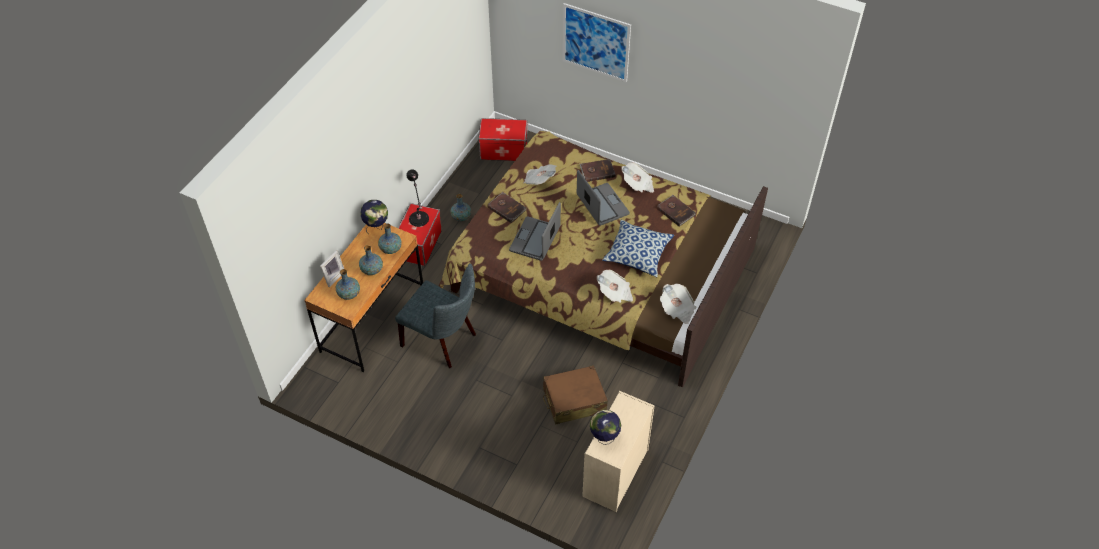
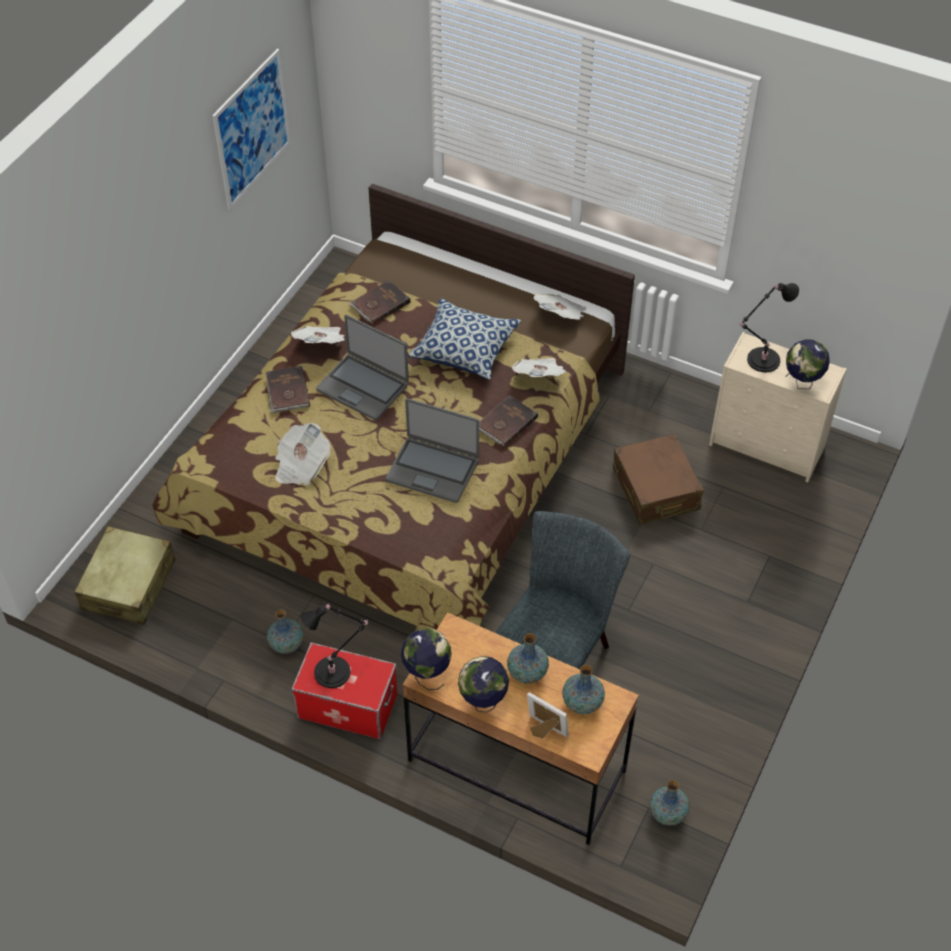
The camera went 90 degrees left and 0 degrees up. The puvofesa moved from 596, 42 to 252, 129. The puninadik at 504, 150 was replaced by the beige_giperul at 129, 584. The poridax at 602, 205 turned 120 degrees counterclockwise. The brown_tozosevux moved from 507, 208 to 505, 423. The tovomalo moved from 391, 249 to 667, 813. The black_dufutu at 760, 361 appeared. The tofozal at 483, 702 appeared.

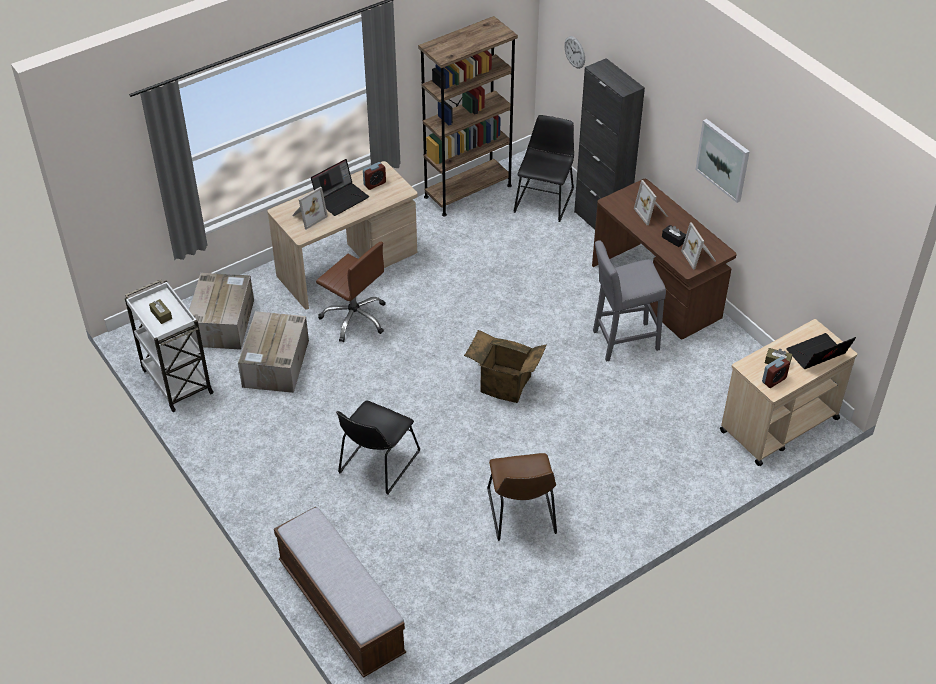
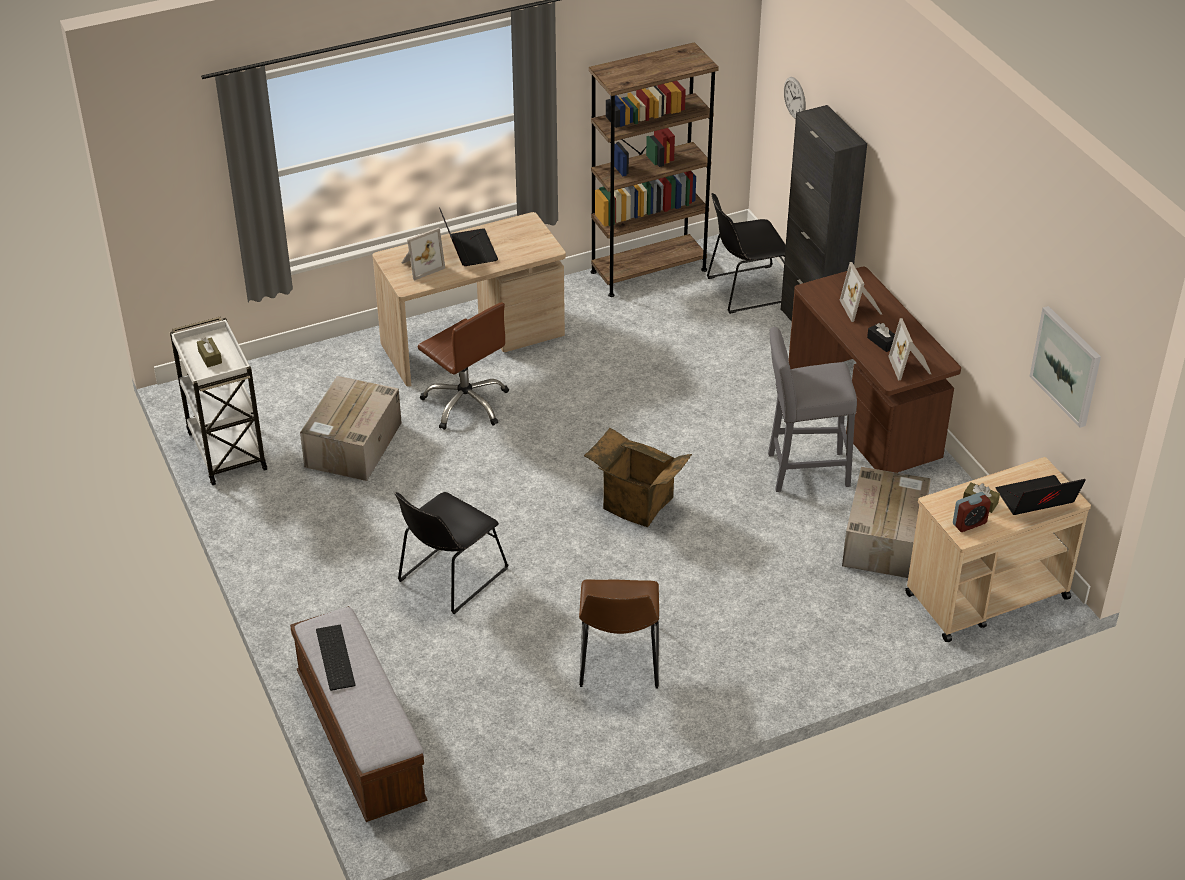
The camera went 10 degrees right and 5 degrees down. The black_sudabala at 544, 199 turned 135 degrees counterclockwise. The puvofesa moved from 723, 160 to 1067, 365. The poridax at 341, 198 turned 75 degrees counterclockwise. The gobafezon at 374, 184 disappeared. The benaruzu moved from 222, 322 to 884, 538. The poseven at 333, 657 appeared.

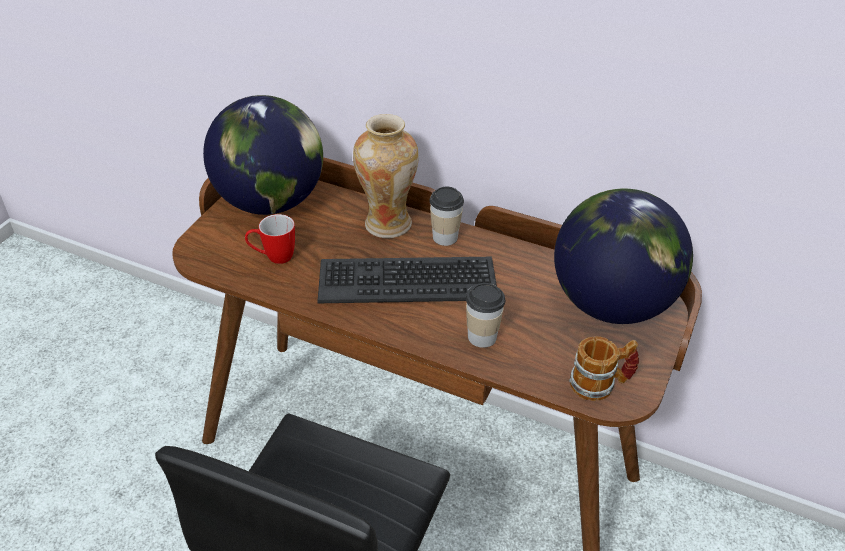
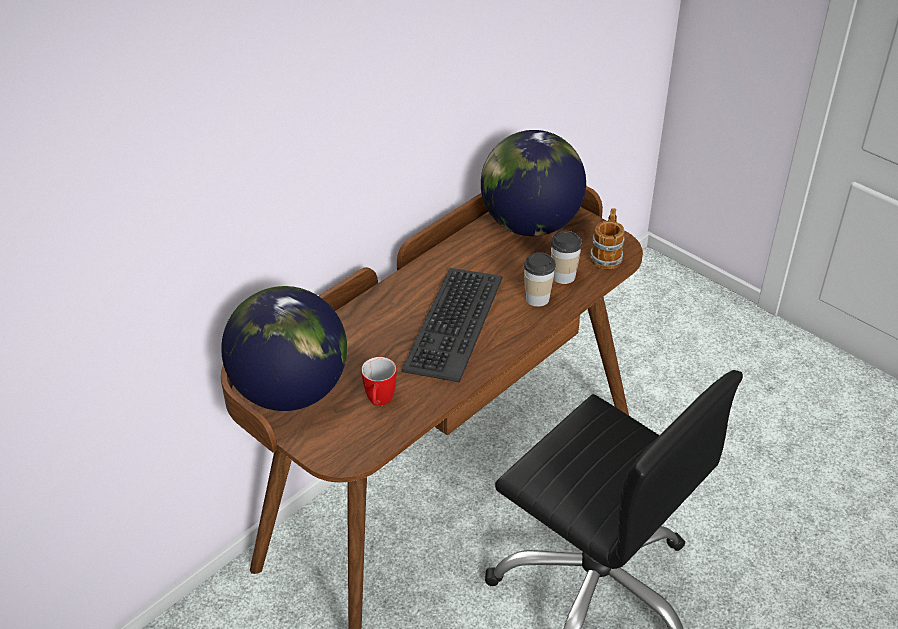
The camera went 70 degrees left and 0 degrees up. The tovomalo at 387, 224 disappeared. The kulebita moved from 445, 237 to 563, 276.

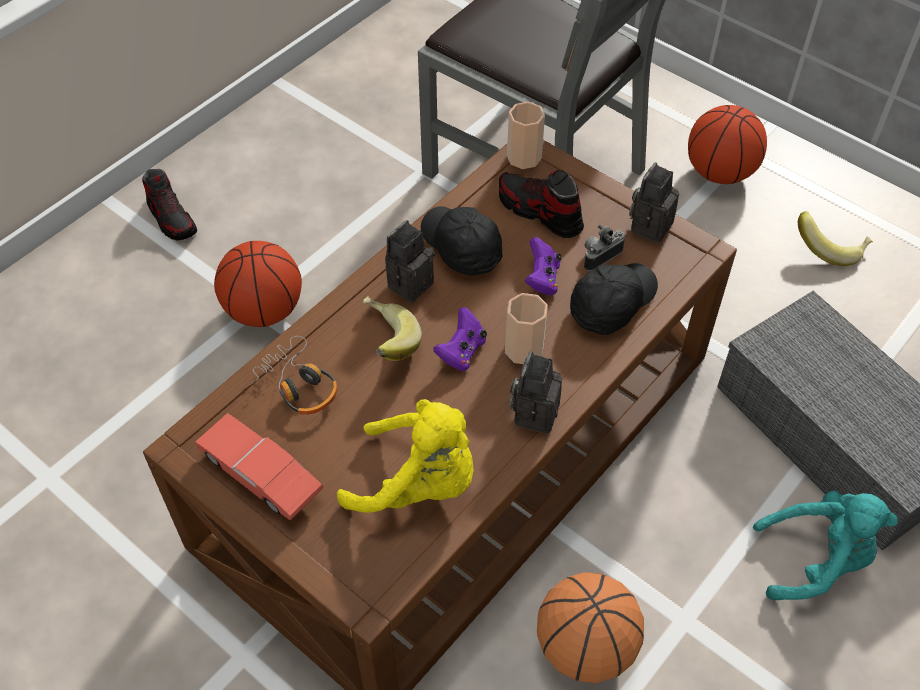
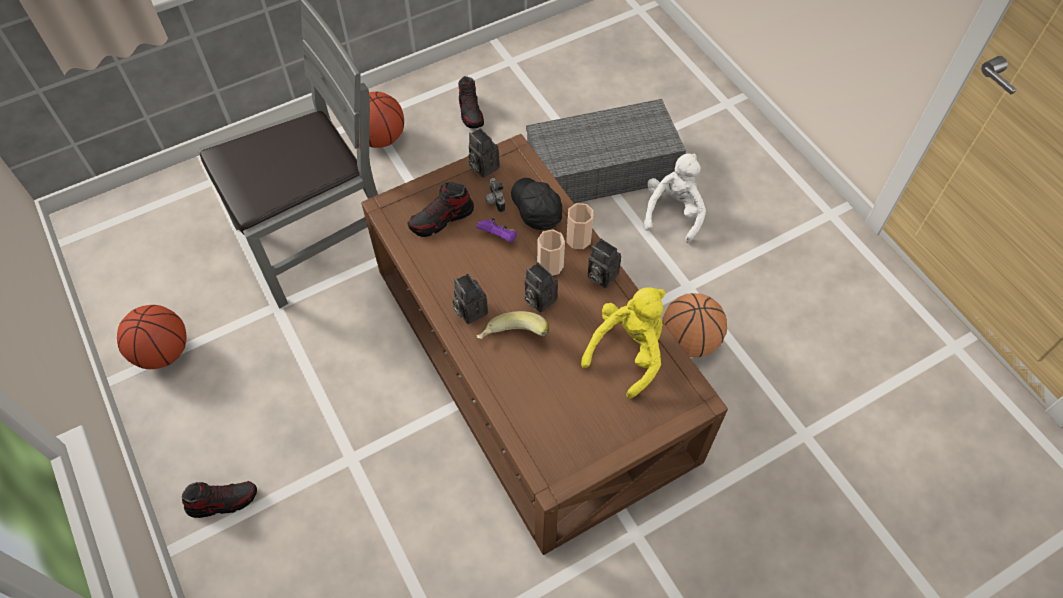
The camera went 70 degrees left and 5 degrees up. The kulebita moved from 524, 157 to 578, 239. The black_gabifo at 461, 248 disappeared. The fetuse at 830, 248 was replaced by the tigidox at 471, 112. The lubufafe moved from 264, 311 to 163, 352. The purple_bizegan at 462, 352 was replaced by the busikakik at 538, 299. The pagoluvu at 298, 385 disappeared. The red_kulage at 261, 475 disappeared. The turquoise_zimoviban at 815, 560 became the white_zimoviban at 673, 212.

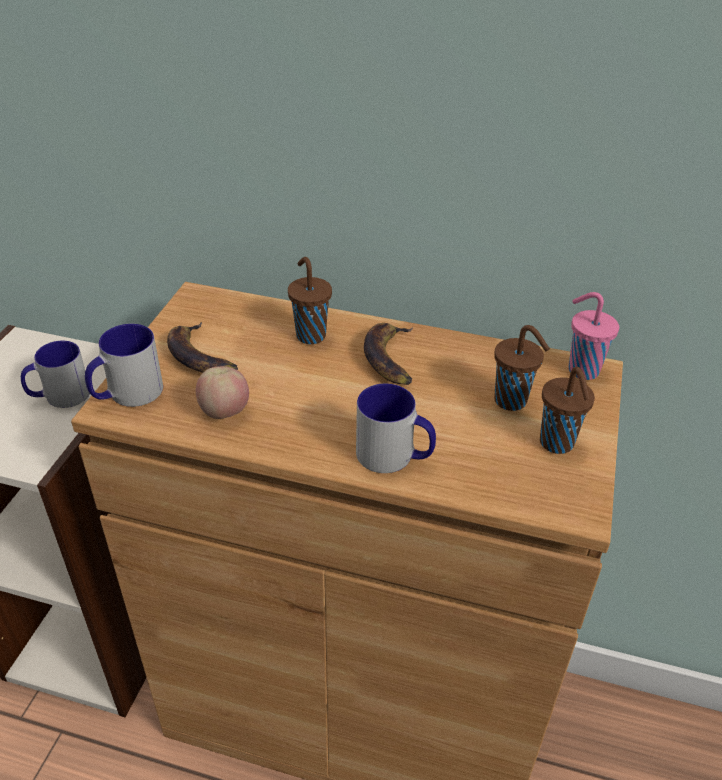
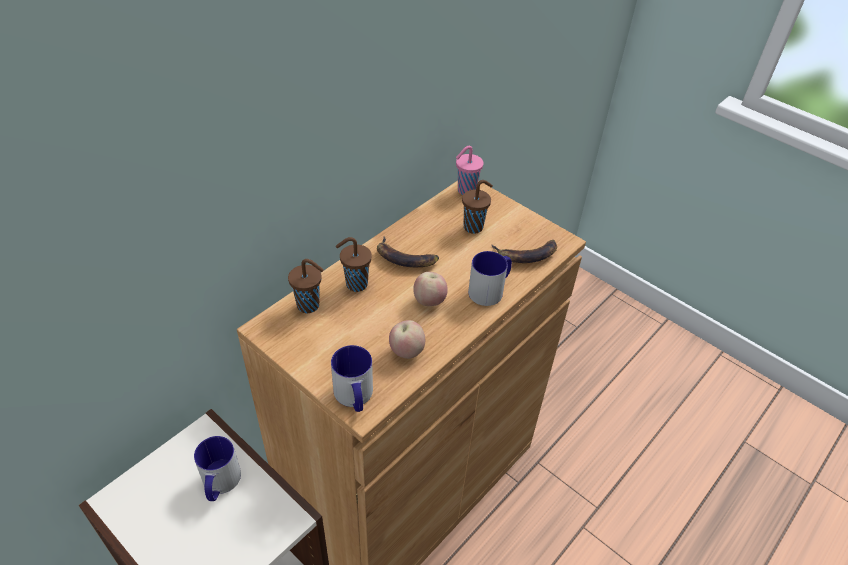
The camera went 65 degrees left and 5 degrees up. The fetuse moved from 201, 356 to 526, 254. The brown_kulebita moved from 557, 444 to 309, 306. The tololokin at 429, 301 appeared.

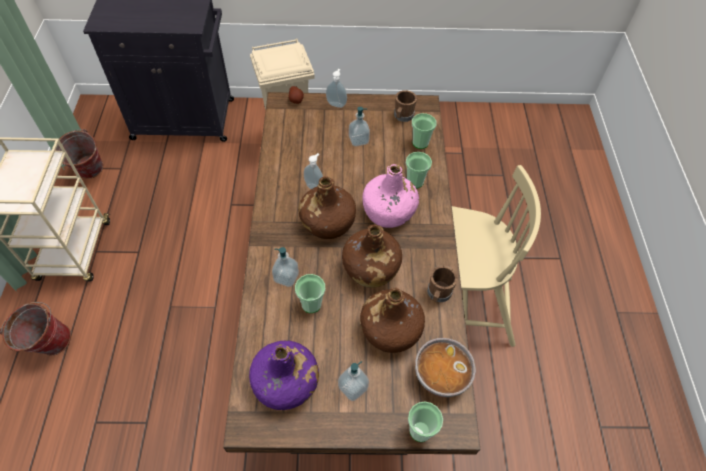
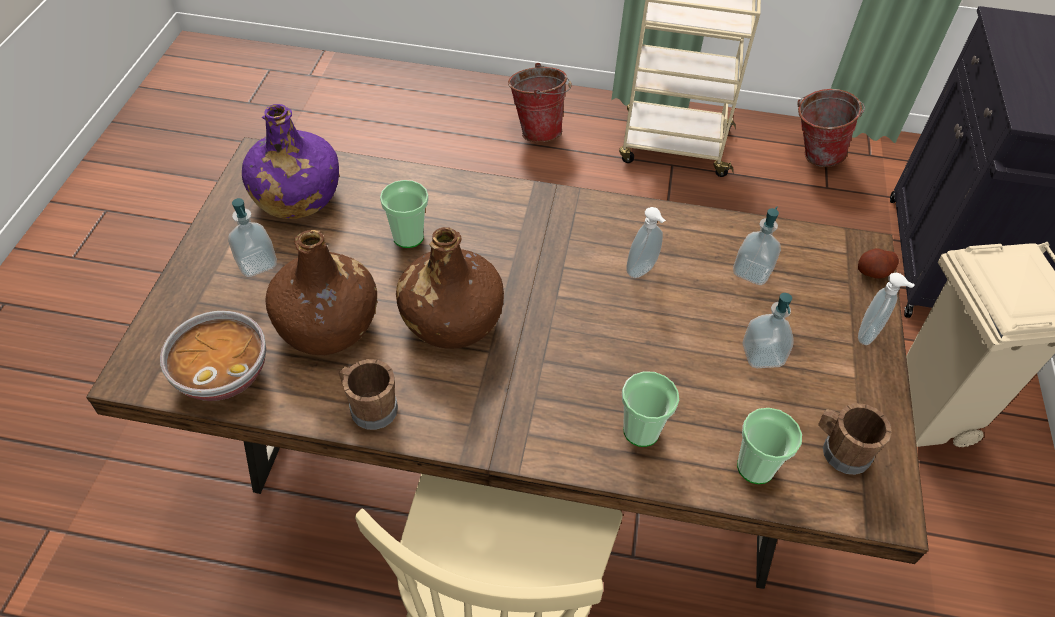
The camera went 100 degrees right and 5 degrees down. The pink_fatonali at 389, 212 disappeared. The brown_fatonali at 327, 222 disappeared. The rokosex moved from 286, 277 to 752, 272. The kulebita at 420, 430 disappeared.

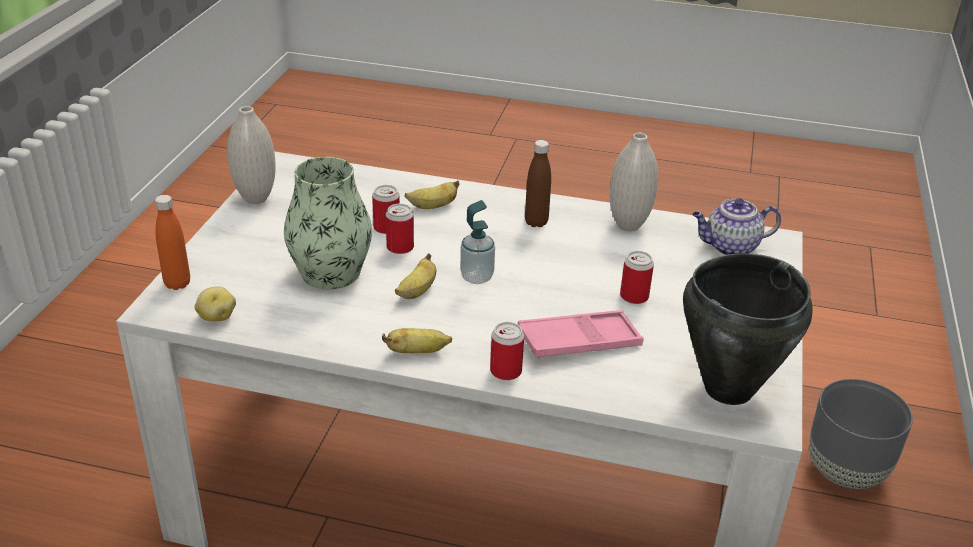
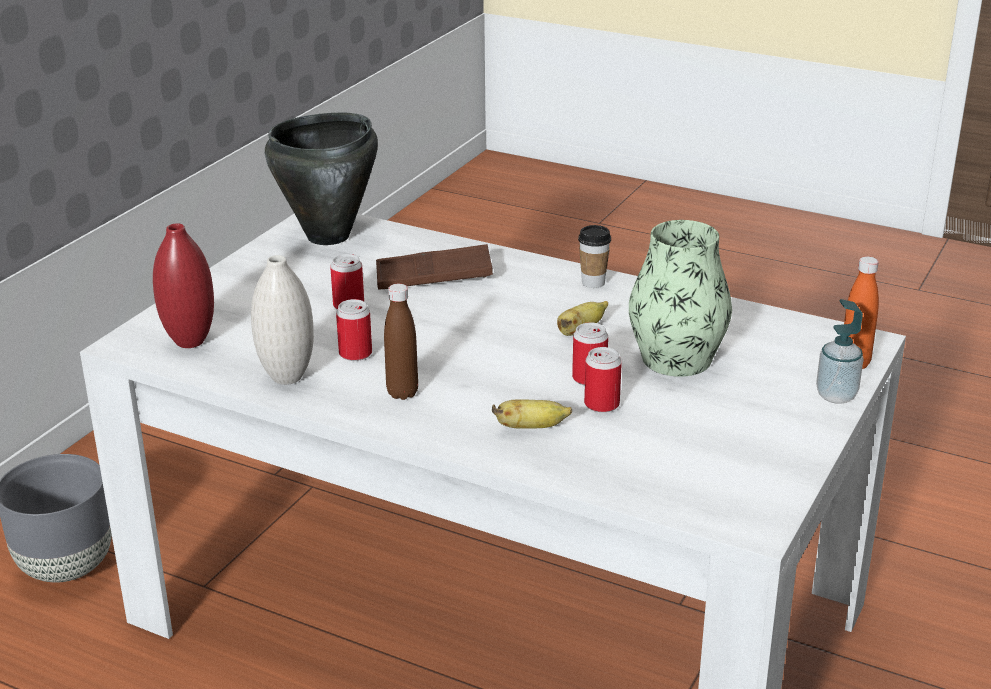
The camera went 165 degrees left and 5 degrees down. The white_tovomalo at 256, 198 disappeared. The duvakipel at 730, 247 was replaced by the red_tovomalo at 190, 341. The rokosex moved from 477, 277 to 836, 395. The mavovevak at 216, 317 disappeared. The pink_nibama at 579, 341 became the brown_nibama at 434, 276. The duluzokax moved from 506, 371 to 355, 354. The fetuse at 417, 352 was replaced by the kulebita at 593, 282.

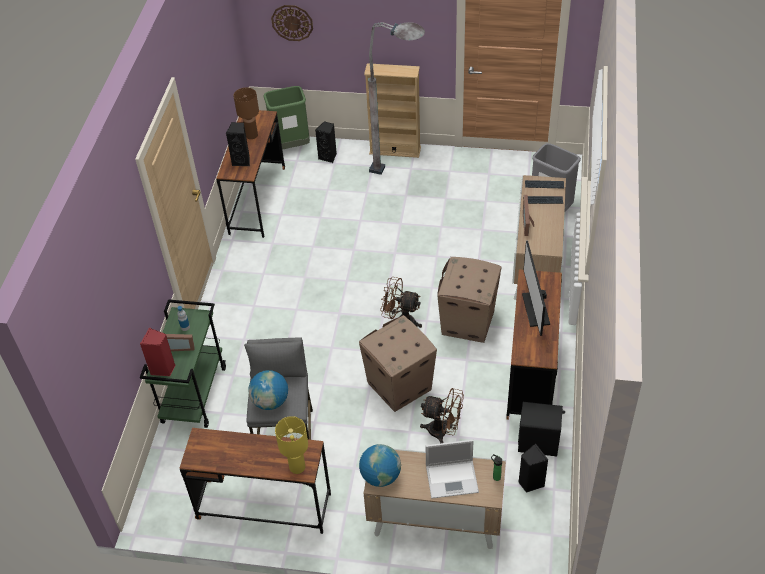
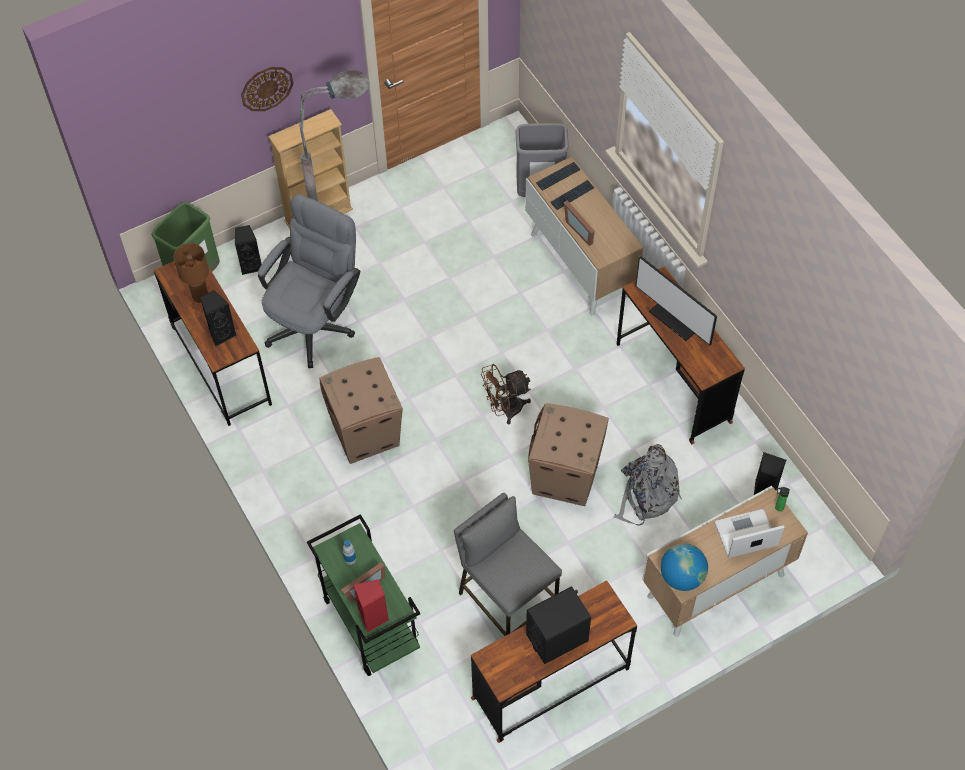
The camera went 40 degrees left and 10 degrees up. The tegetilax moved from 292, 22 to 266, 88. The benaruzu moved from 467, 323 to 366, 434. The tofozal at 270, 401 disappeared. The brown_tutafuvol at 443, 431 was replaced by the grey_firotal at 646, 495. The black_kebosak moved from 538, 442 to 557, 637. The yellow_dufutu at 297, 467 disappeared. The poridax at 453, 478 turned 150 degrees counterclockwise. The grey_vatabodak at 315, 321 appeared.

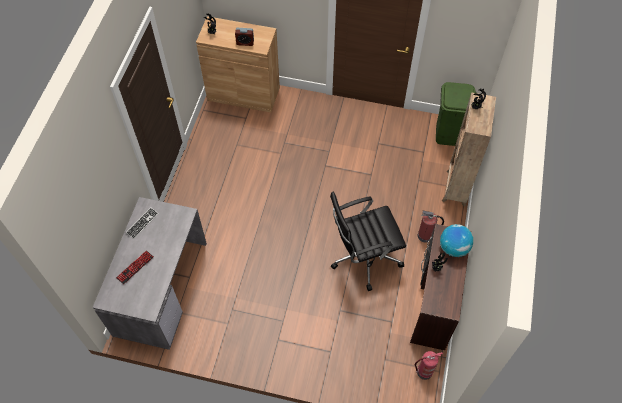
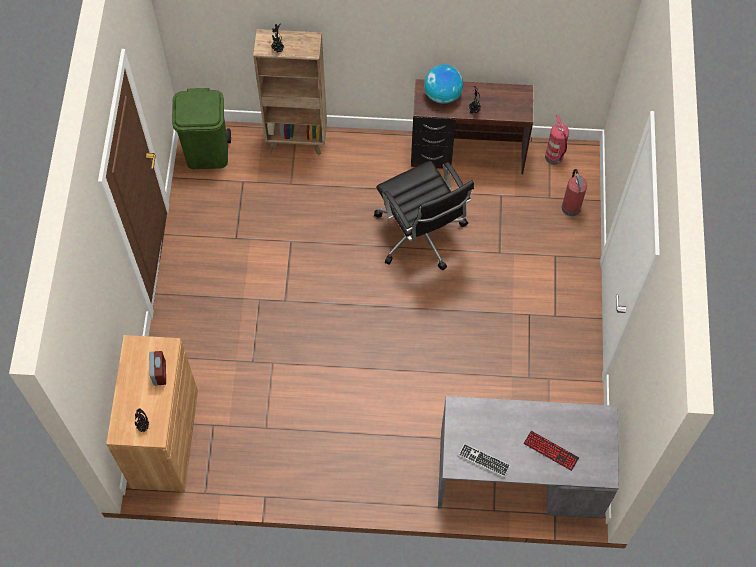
The camera went 100 degrees left and 5 degrees up. The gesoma moved from 425, 236 to 571, 206.

